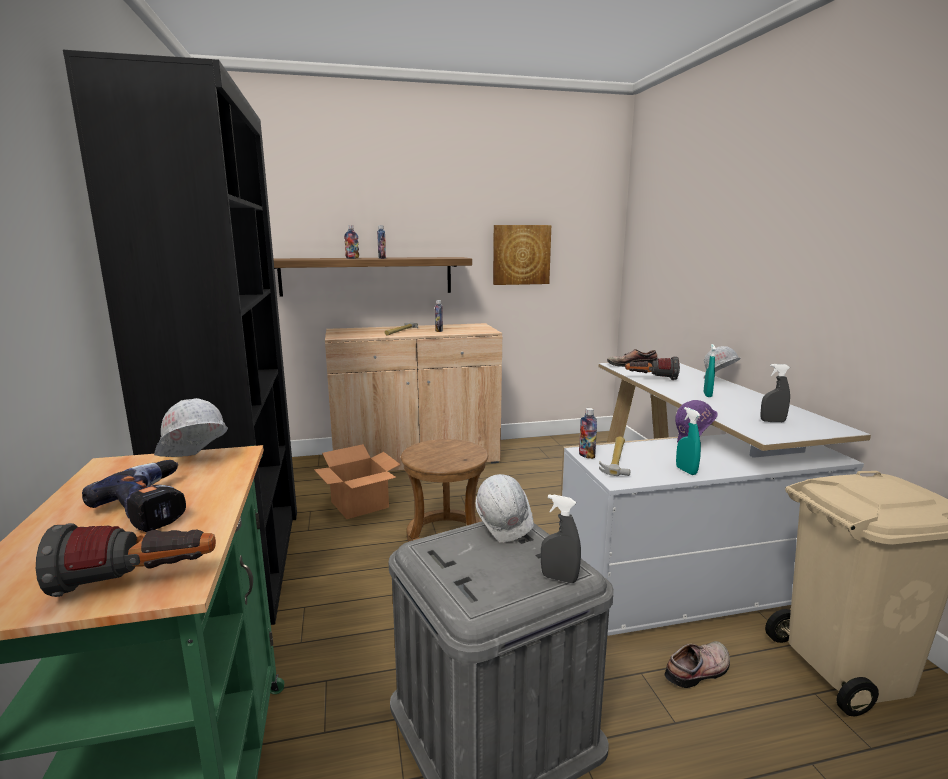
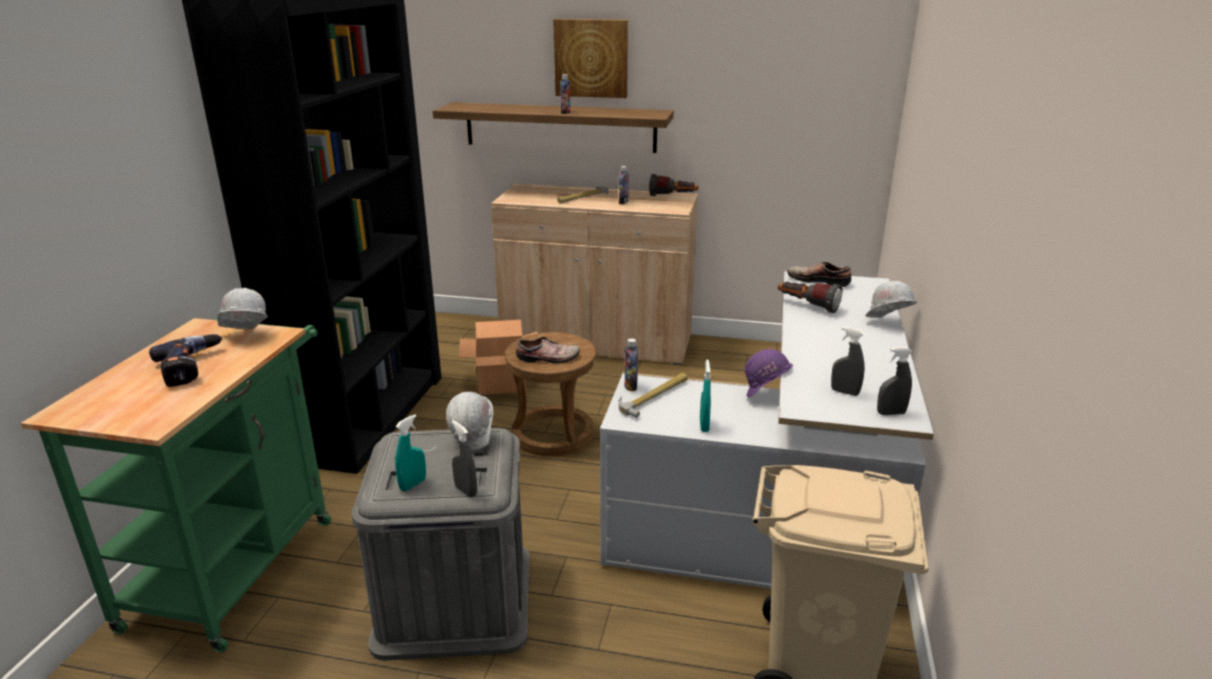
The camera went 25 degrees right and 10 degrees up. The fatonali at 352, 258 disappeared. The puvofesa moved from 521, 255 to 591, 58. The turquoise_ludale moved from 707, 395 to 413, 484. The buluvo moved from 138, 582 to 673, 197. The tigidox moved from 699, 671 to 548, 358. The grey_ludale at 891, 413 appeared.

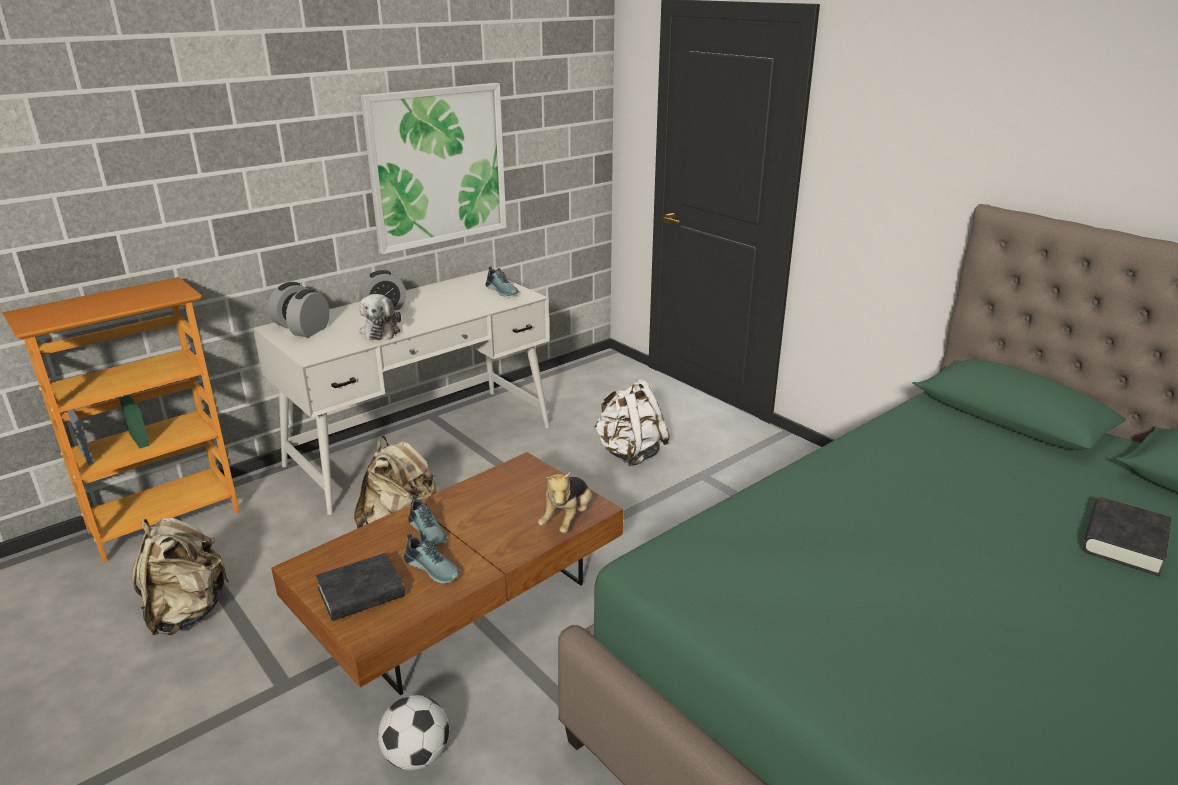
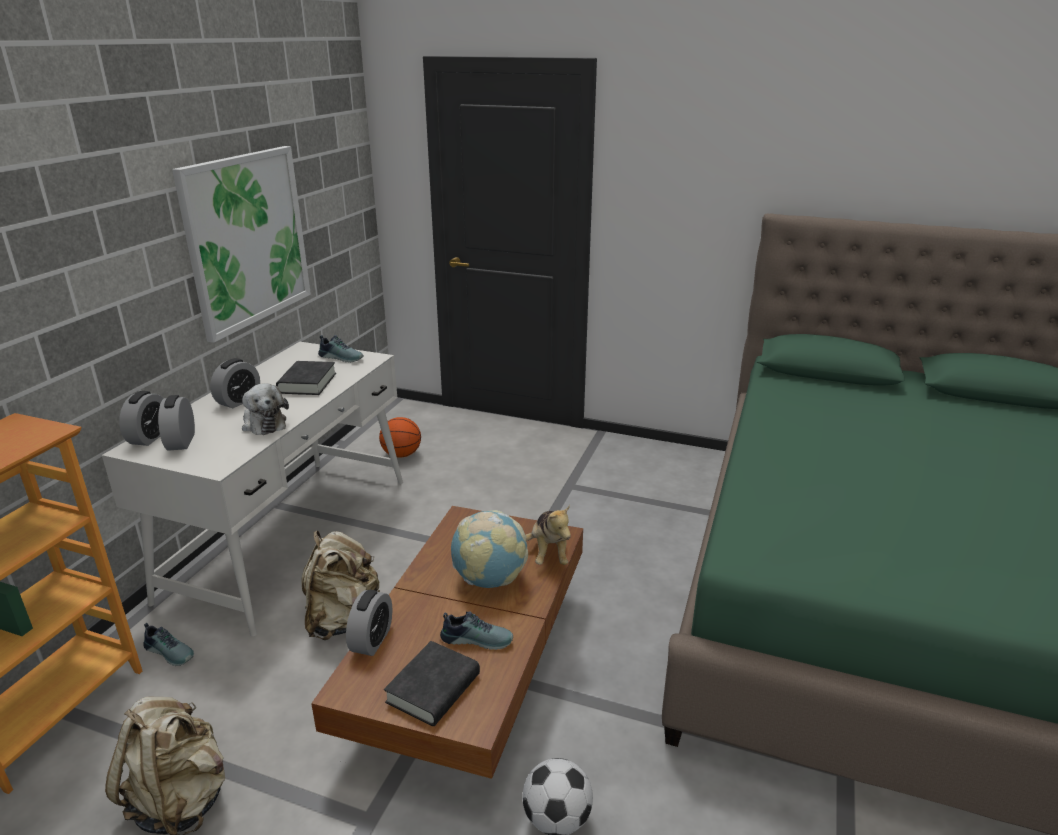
The camera went 30 degrees left and 0 degrees up. The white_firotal at 630, 454 disappeared. The tigidox moved from 429, 532 to 171, 651. The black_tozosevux moved from 1123, 542 to 307, 383. The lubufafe at 401, 455 appeared. The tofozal at 489, 579 appeared. The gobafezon at 372, 640 appeared.

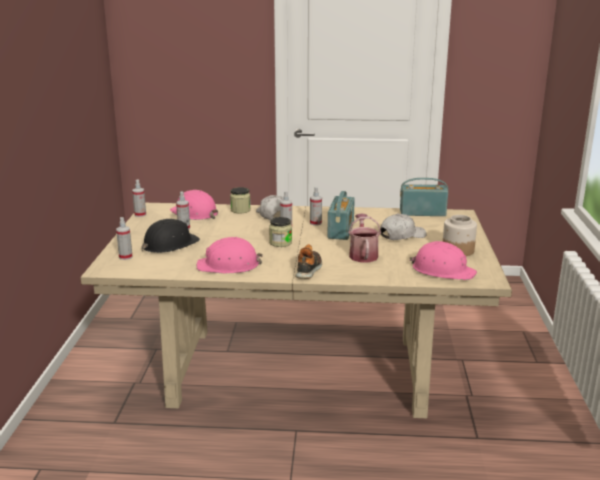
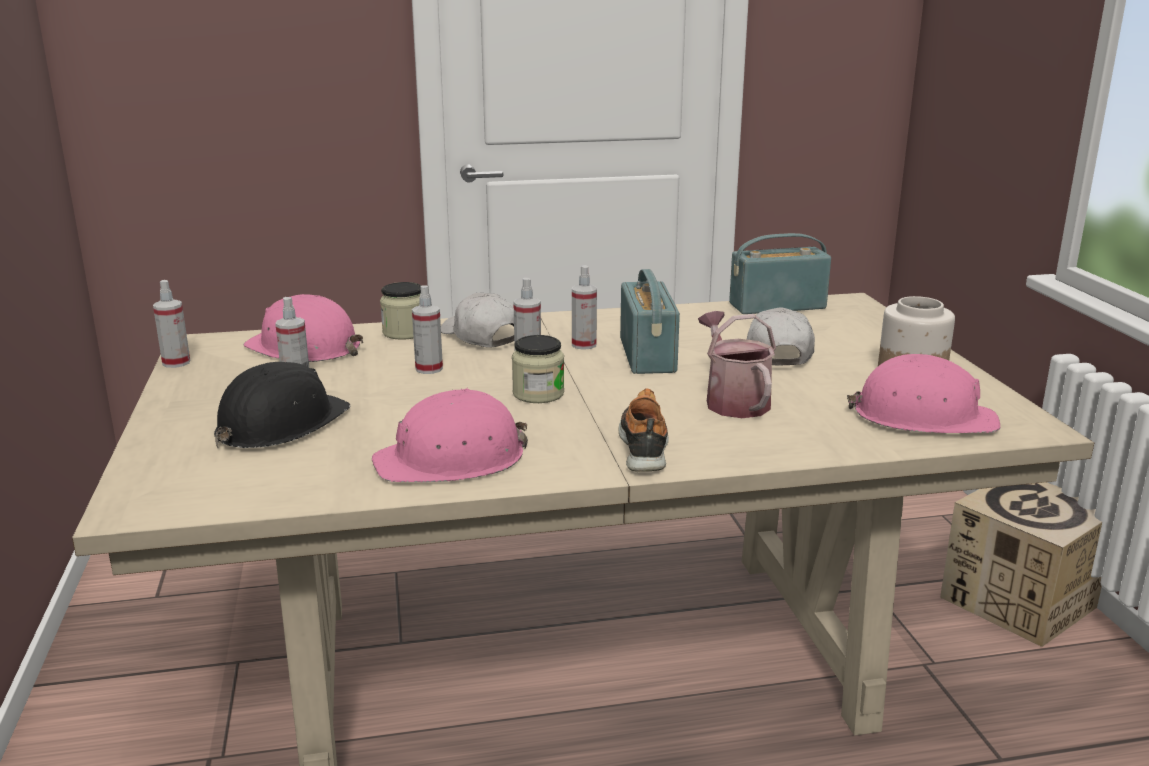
The camera went 15 degrees left and 0 degrees up. The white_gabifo at 402, 235 turned 45 degrees counterclockwise. The ludale moved from 125, 257 to 429, 369. The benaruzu at 1018, 601 appeared.

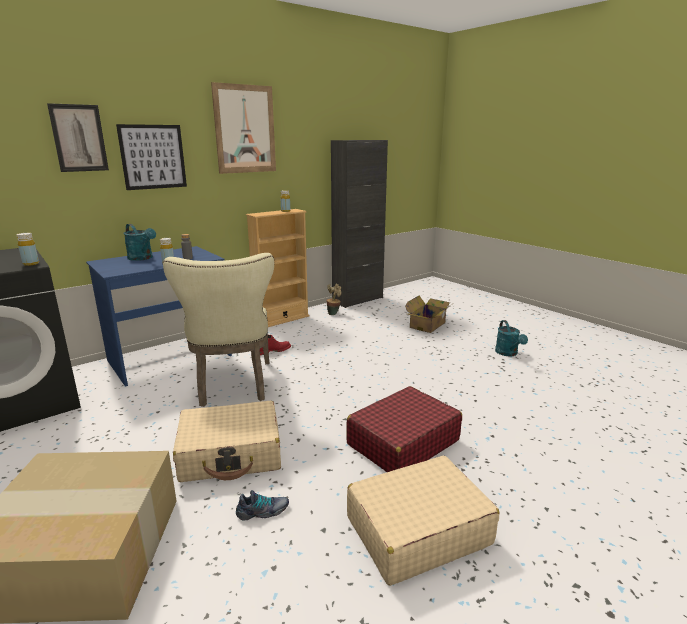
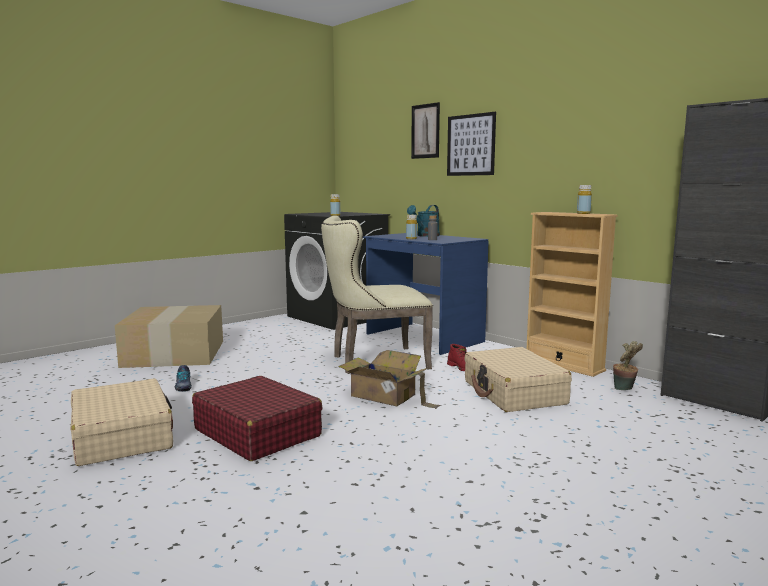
The camera went 85 degrees right and 10 degrees down. The puvofesa at 245, 129 disappeared. The benaruzu moved from 428, 325 to 385, 396. The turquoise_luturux at 508, 353 disappeared. The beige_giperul moved from 231, 453 to 514, 393.

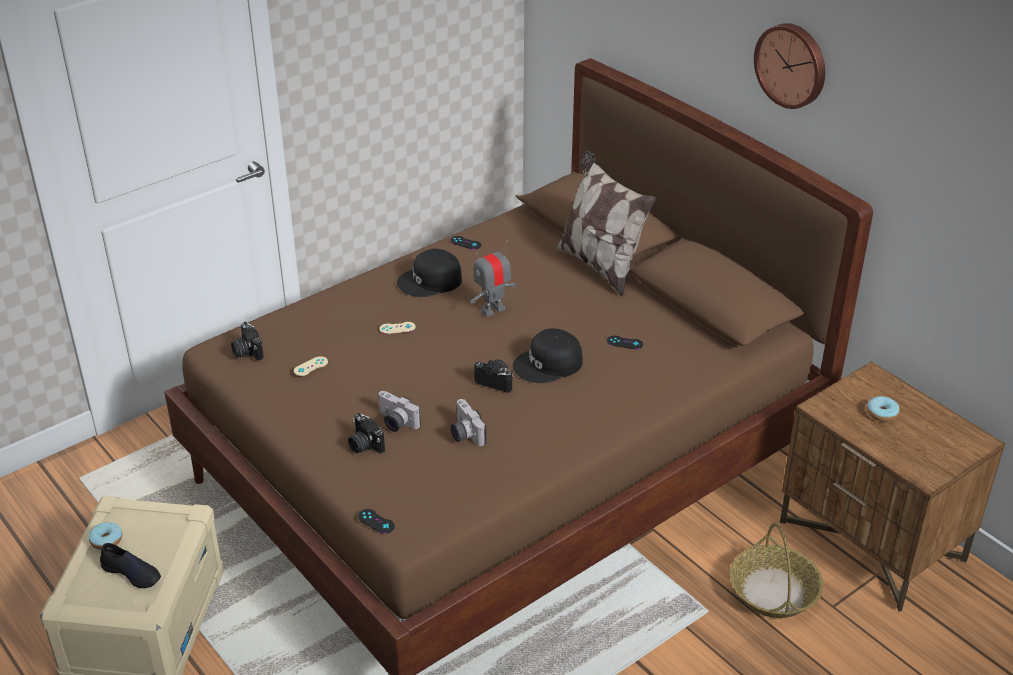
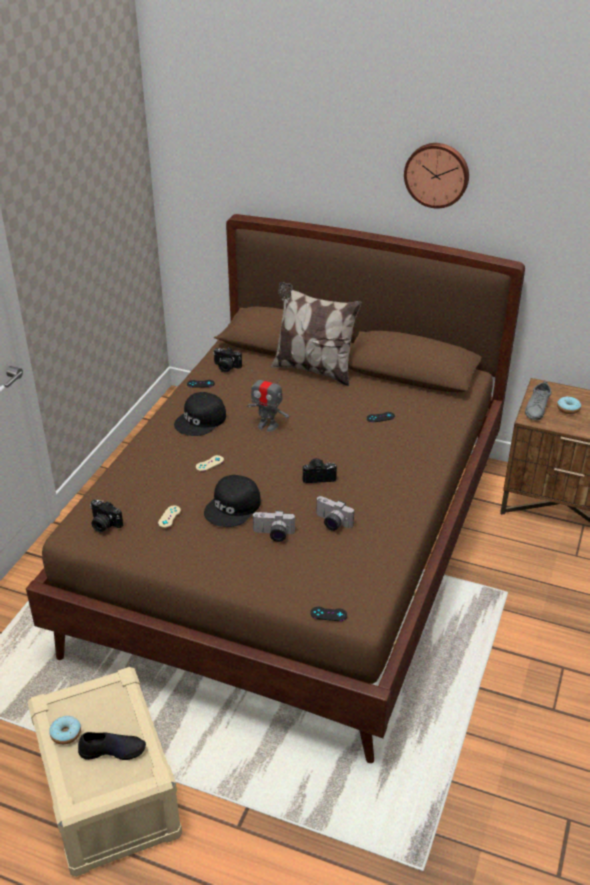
The camera went 30 degrees left and 0 degrees up. The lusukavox at 492, 310 turned 90 degrees counterclockwise. The black_gabifo moved from 548, 364 to 233, 507. The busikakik moved from 364, 445 to 226, 367. The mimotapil at 774, 591 disappeared. The grey_tigidox at 537, 408 appeared.

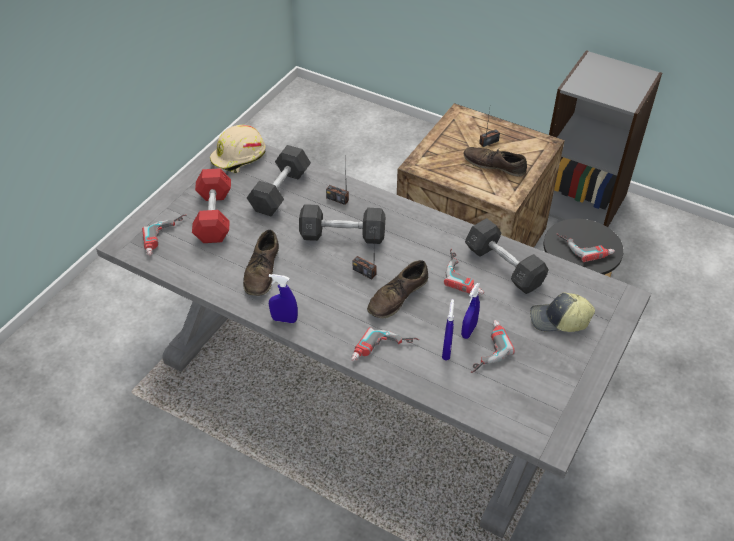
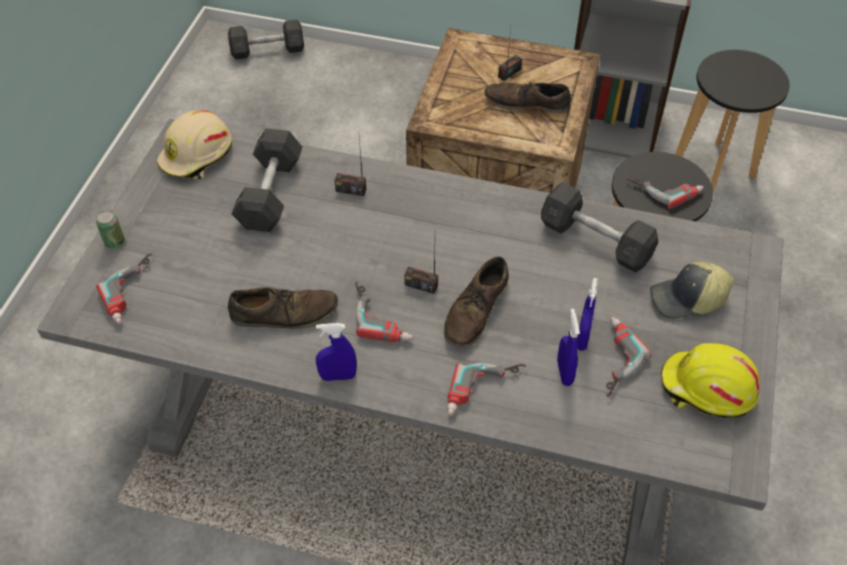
The camera went 15 degrees left and 5 degrees up. The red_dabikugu at 214, 216 disappeared. The grey_dabikugu moved from 342, 235 to 267, 50. The brown_tigidox at 262, 271 turned 90 degrees counterclockwise. The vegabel moved from 465, 275 to 383, 315. The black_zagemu at 713, 169 appeared. The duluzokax at 115, 242 appeared. The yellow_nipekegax at 707, 389 appeared.

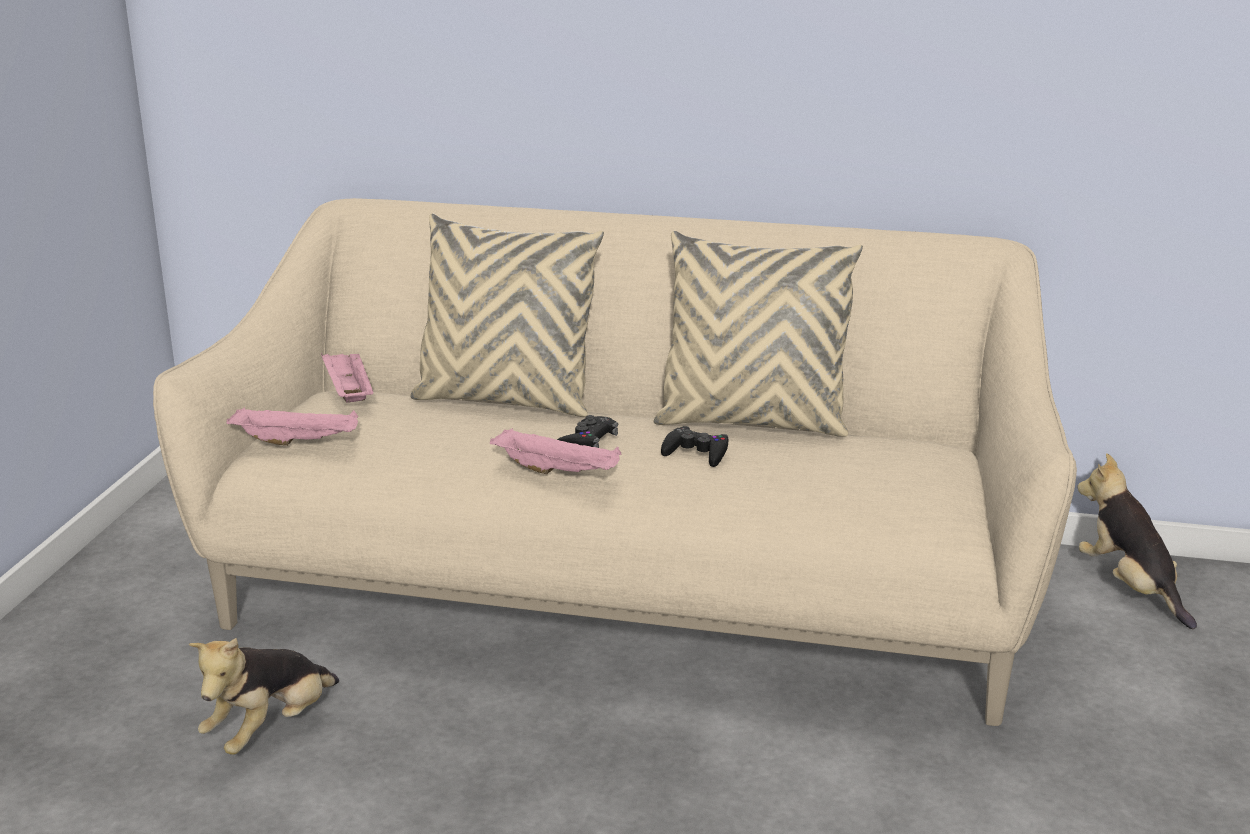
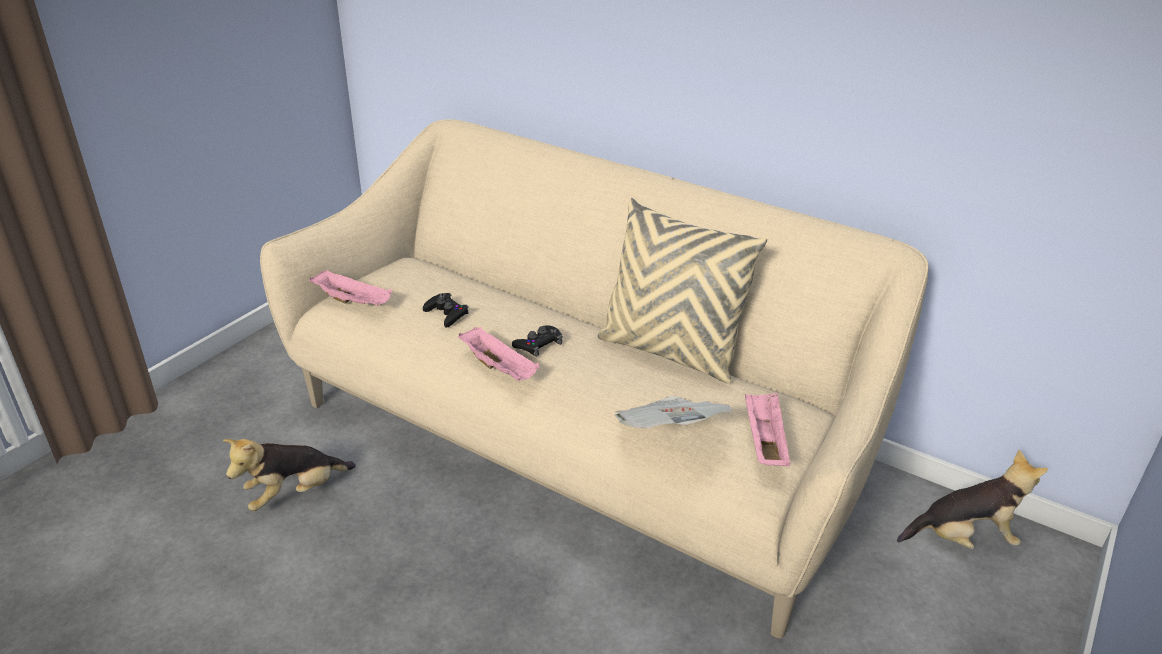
The camera went 20 degrees right and 10 degrees up. The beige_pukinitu at 506, 400 disappeared. The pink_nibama moved from 348, 393 to 764, 442. The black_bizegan moved from 696, 453 to 446, 314. The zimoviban at 1130, 588 turned 90 degrees clockwise. The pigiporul at 669, 436 appeared.

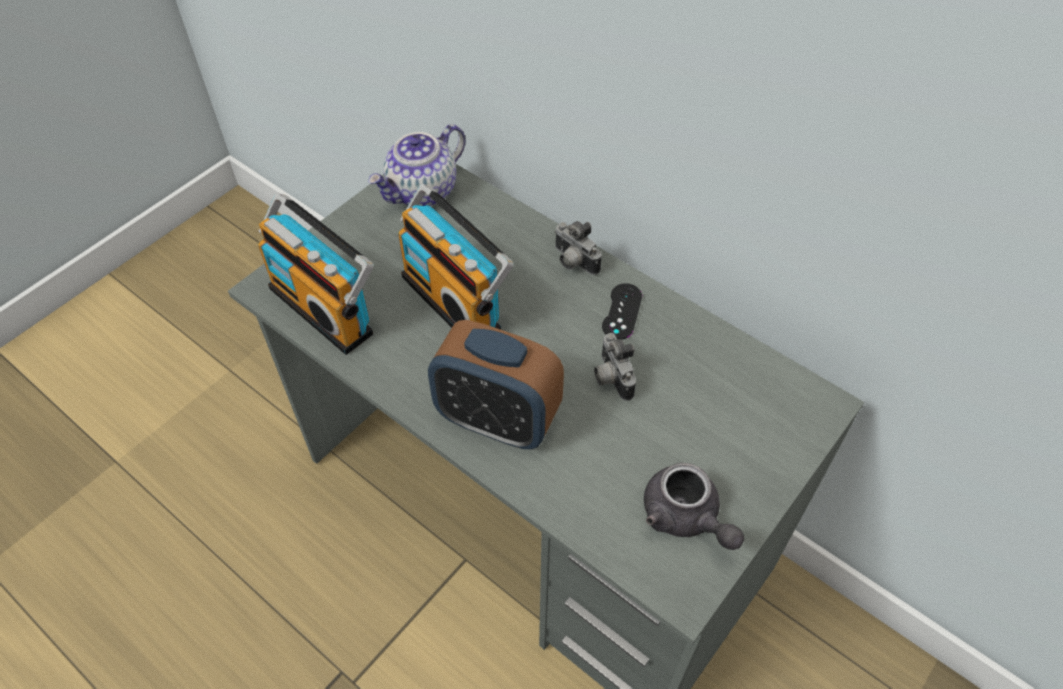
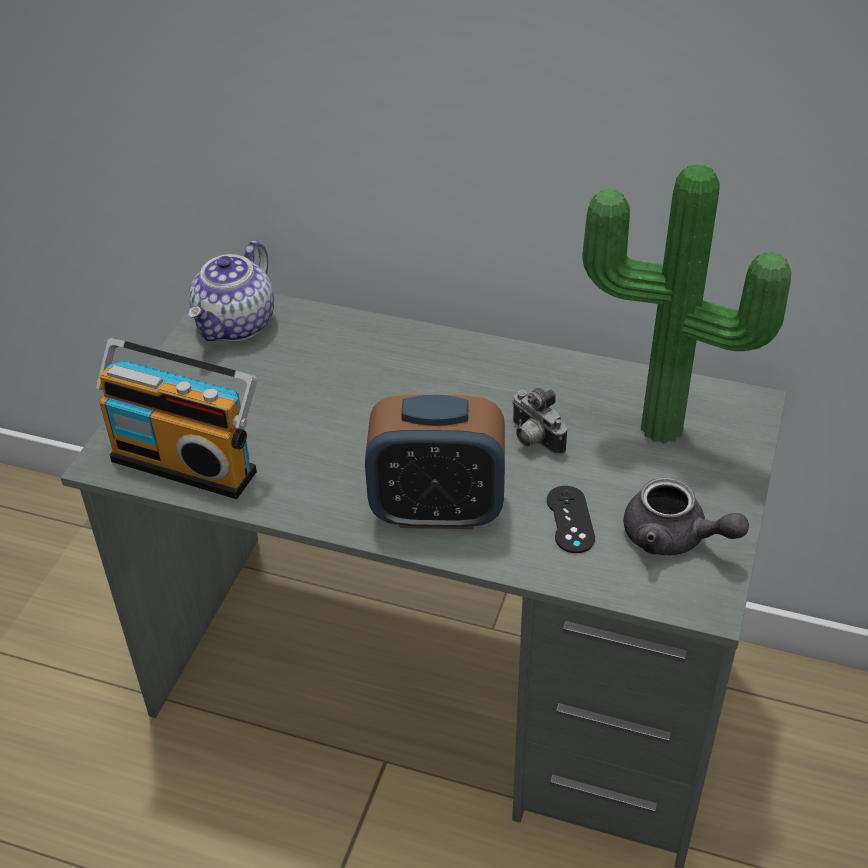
The camera went 20 degrees left and 10 degrees down. The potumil at 456, 301 disappeared. The busikakik at 573, 262 disappeared. The black_bizegan moved from 622, 311 to 570, 519. The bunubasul at 660, 434 appeared.

